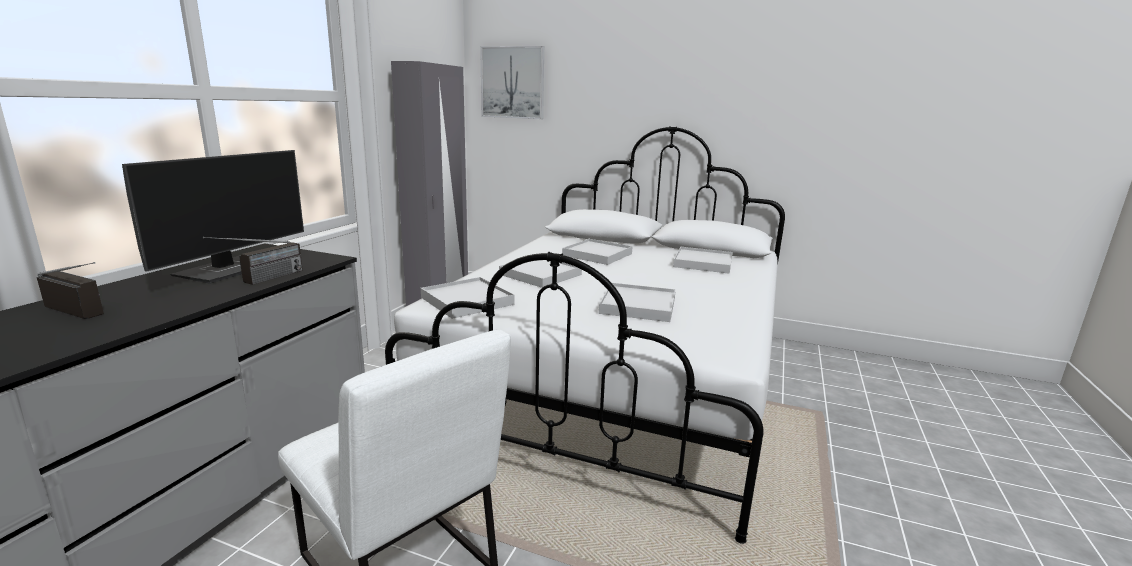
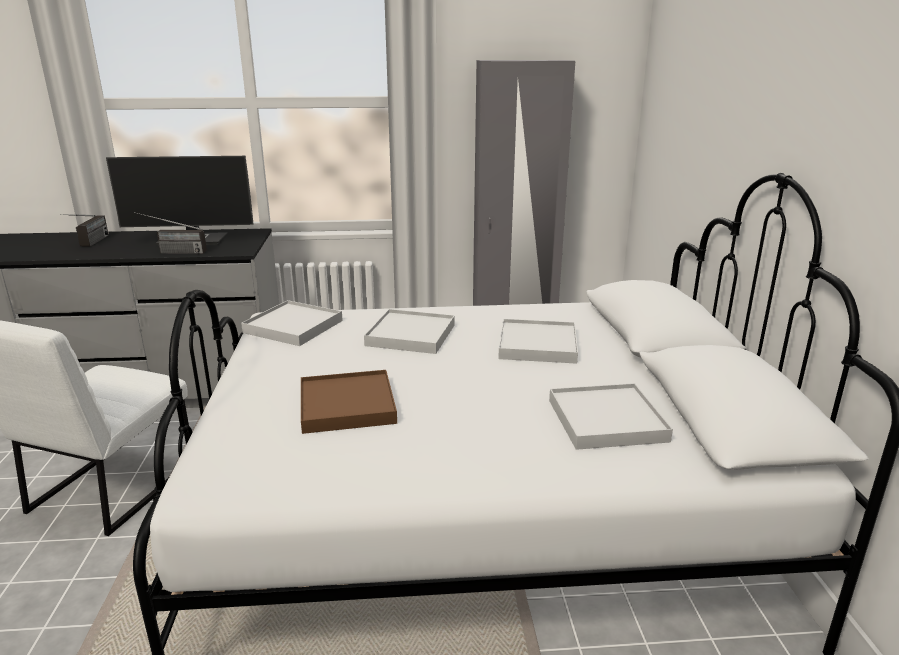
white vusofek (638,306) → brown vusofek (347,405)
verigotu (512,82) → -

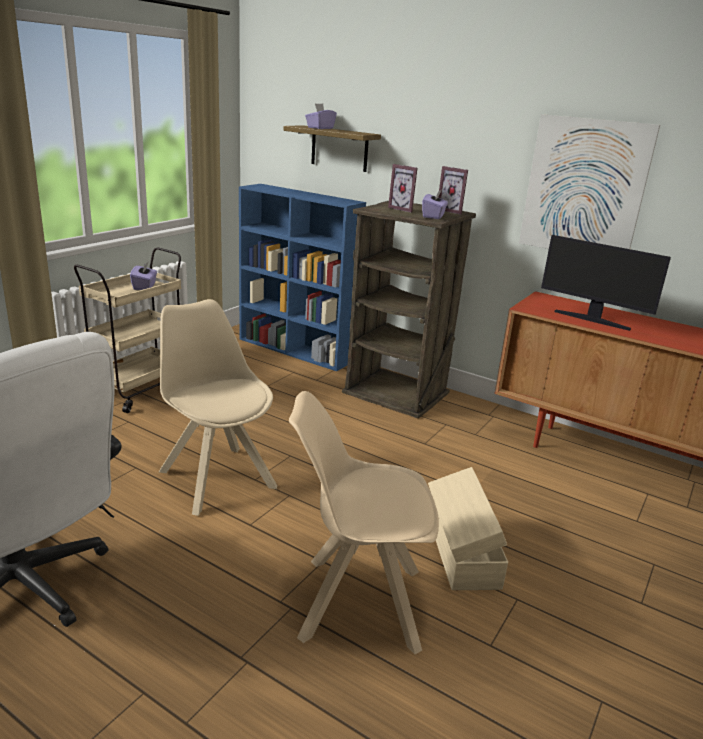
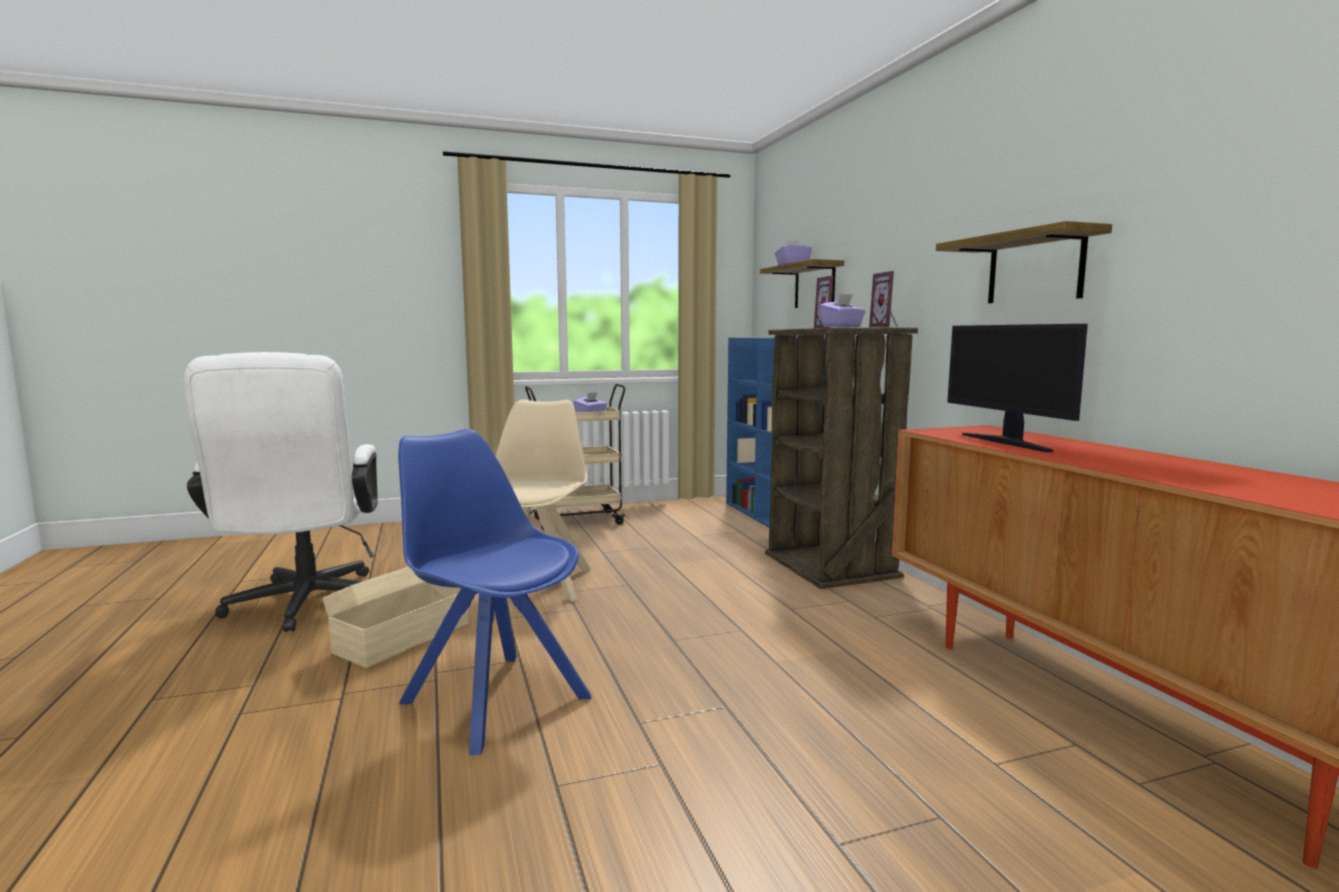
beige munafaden (461,553) → beige munafaden (400,638), moved
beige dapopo (357,602) → blue dapopo (493,698)
verigotu (584,188) → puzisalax (1035,268)

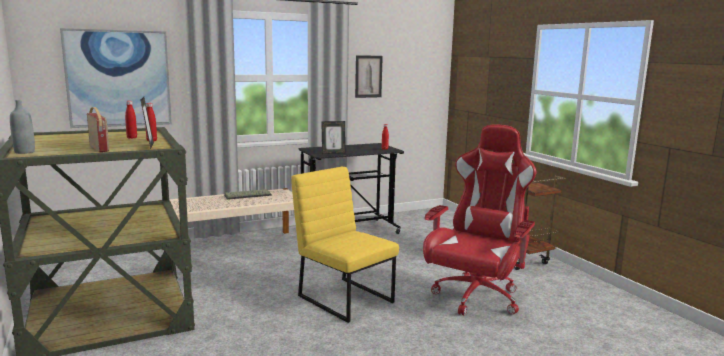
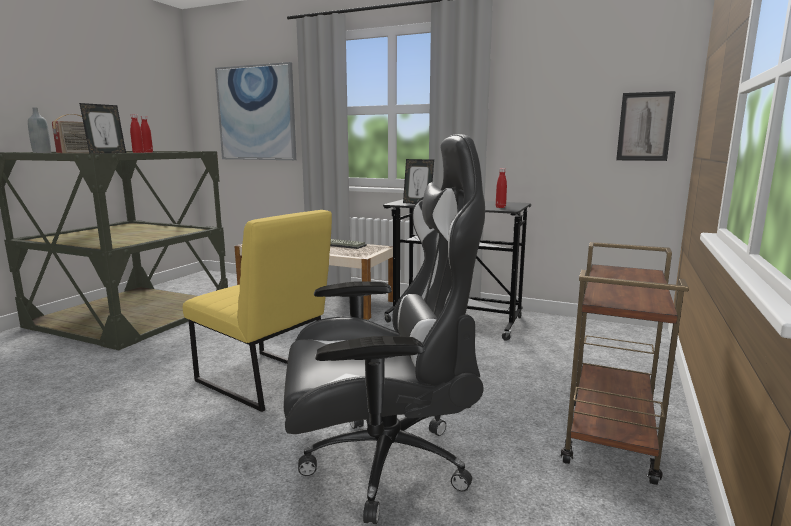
yellow dapopo (344,297) → yellow dapopo (264,380), 120 degrees clockwise
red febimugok (475,300) → black febimugok (376,466)
verigotu (368,76) → verigotu (644,126), moved

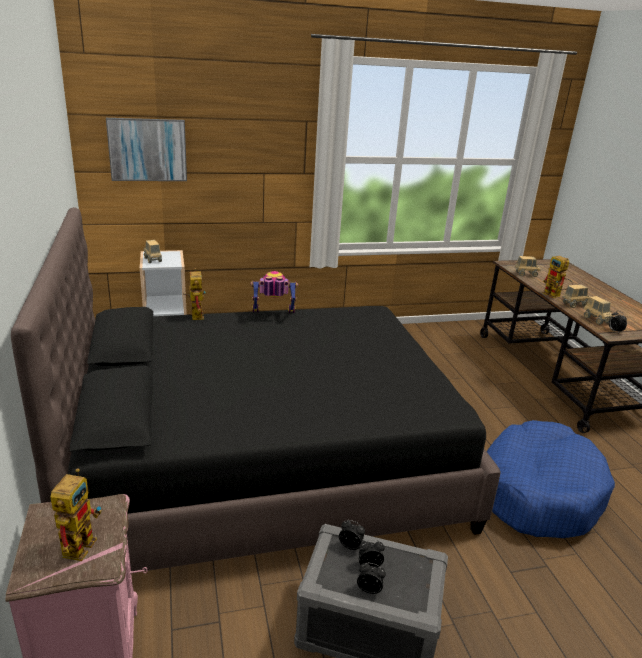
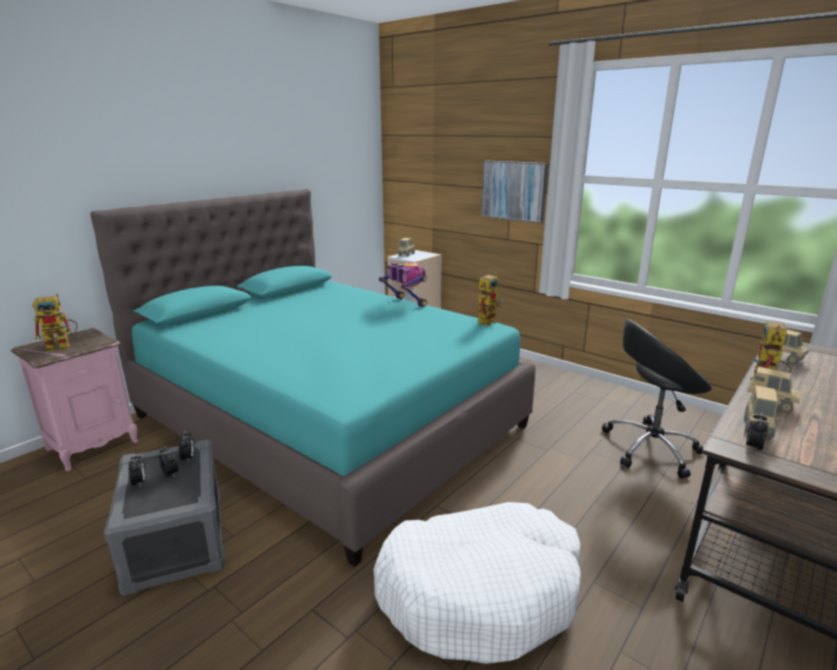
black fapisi (264,462) → turquoise fapisi (329,420)
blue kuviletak (539,492) → white kuviletak (480,592)
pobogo (195,314) → pobogo (488,320), moved
verigotu (147,150) → verigotu (513,190), moved
- → black febimugok (648,448)

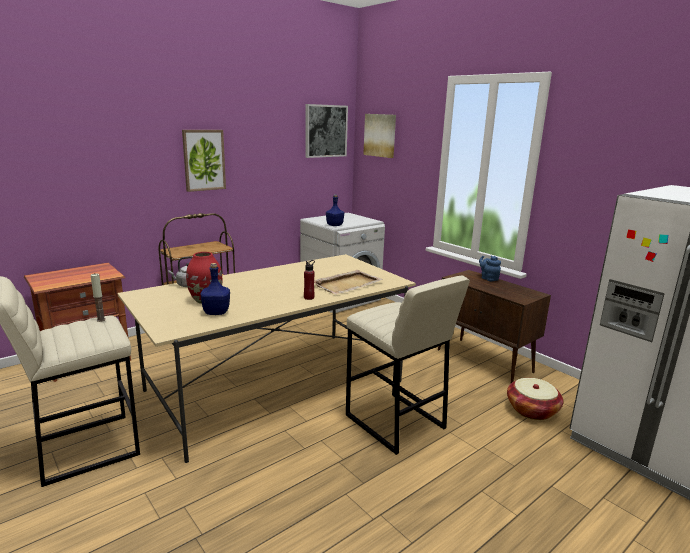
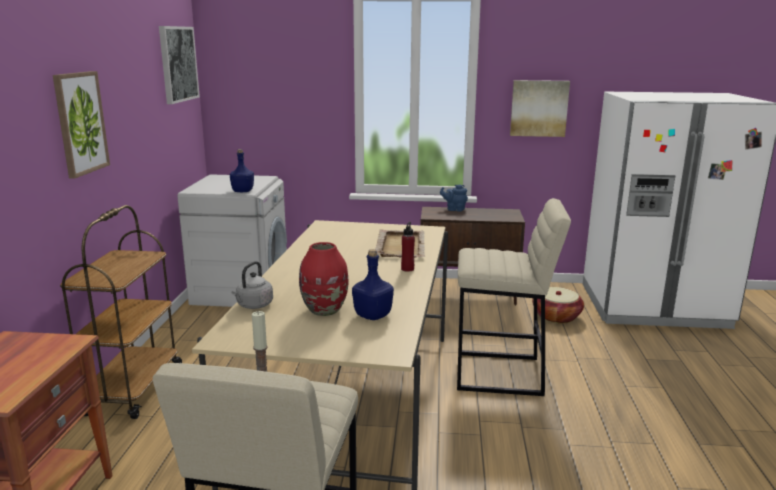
verigotu (380,135) → verigotu (539,108), moved

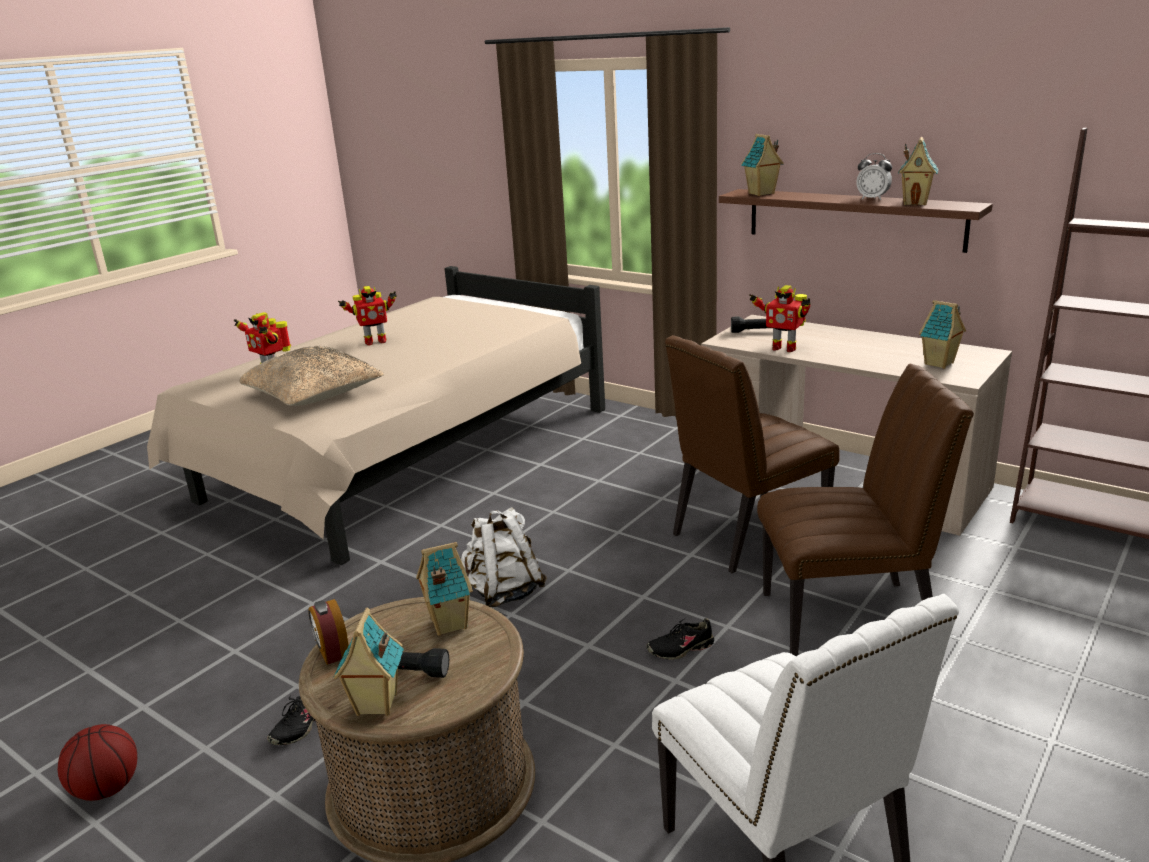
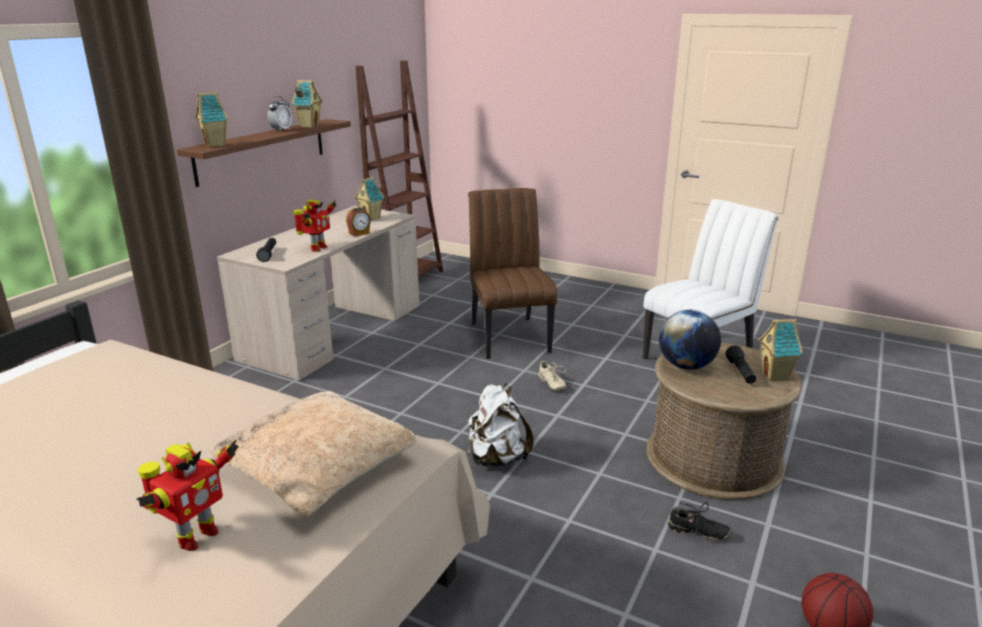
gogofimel (332,651) → gogofimel (359,233), moved
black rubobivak (680,648) → beige rubobivak (551,384)
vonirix (448,624) → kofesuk (686,366)
pobogo (374,342) → -
brown dapopo (749,533) → -

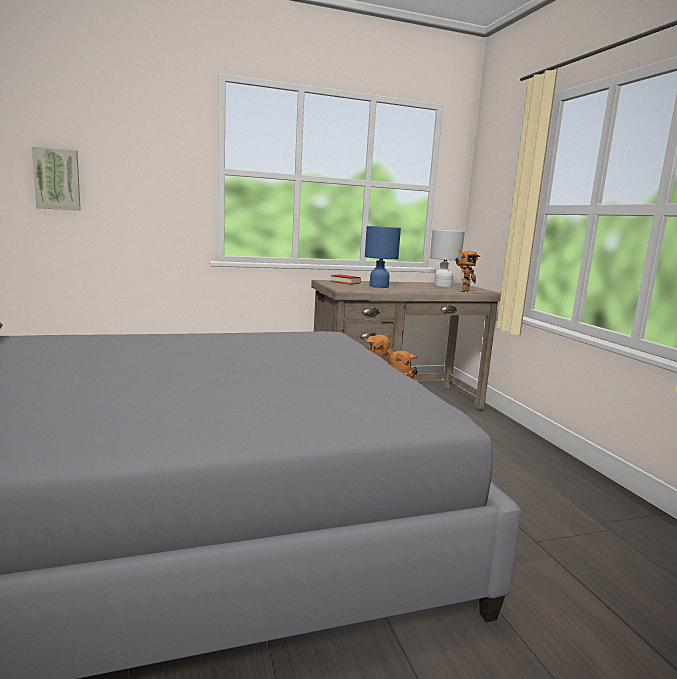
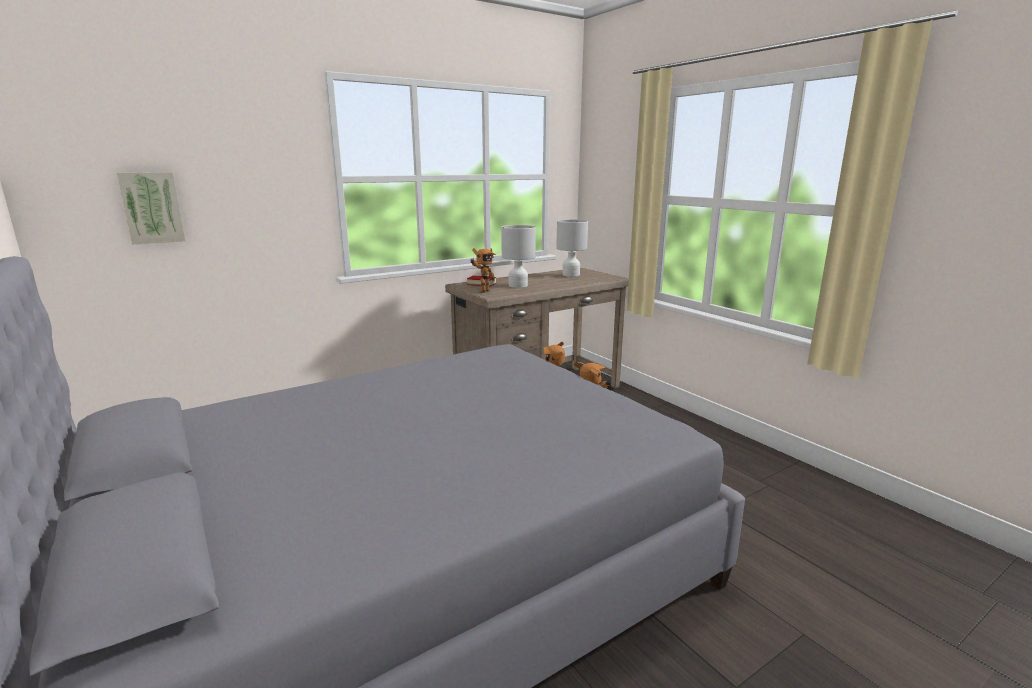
pobogo (463,291) → pobogo (483,291), moved
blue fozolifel (379,286) → grey fozolifel (518,285)

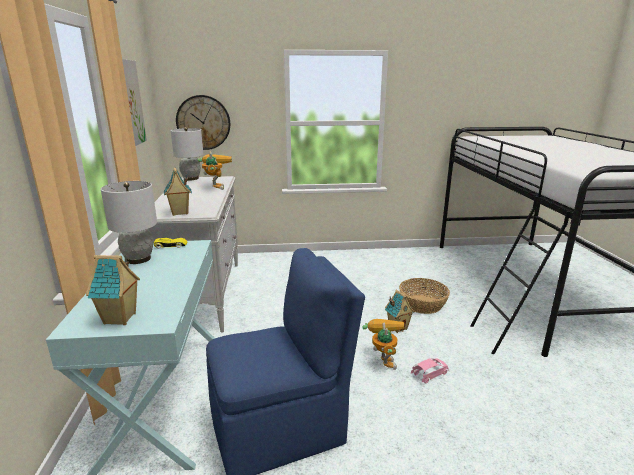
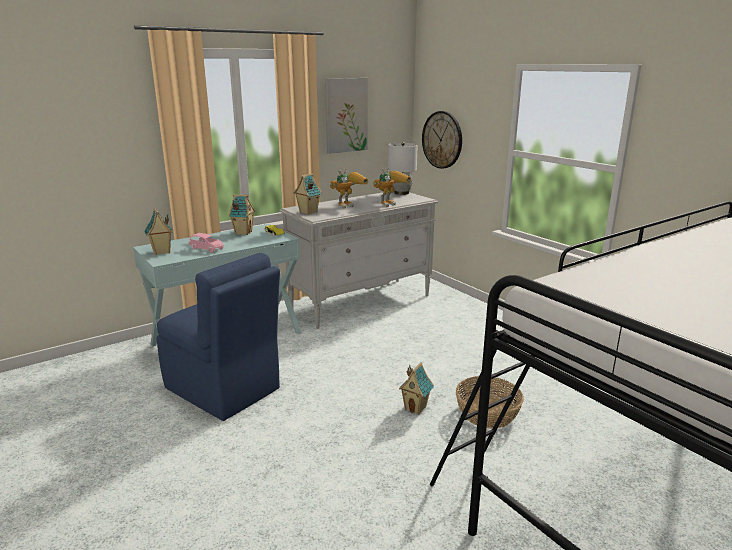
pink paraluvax (429,374) → pink paraluvax (207,249), moved
white fozolifel (138,259) → vonirix (243,233)
pobogo (382,359) → pobogo (349,205), moved

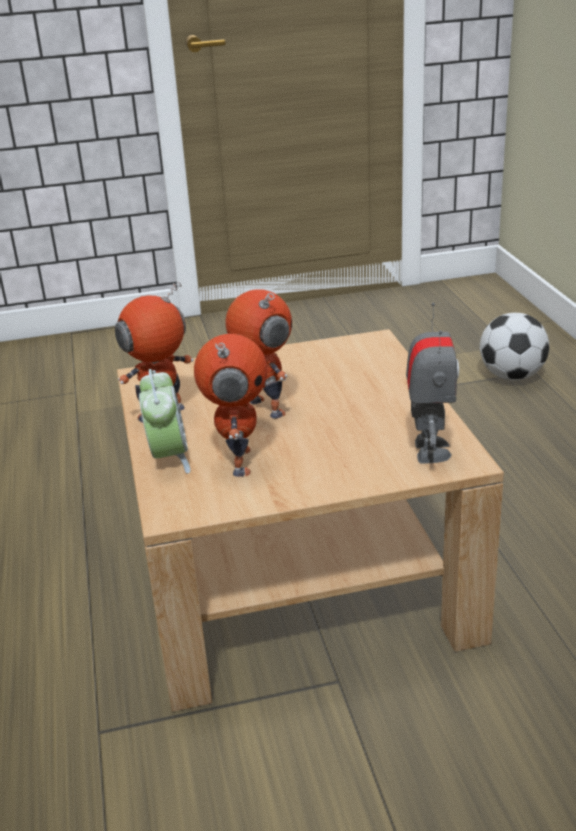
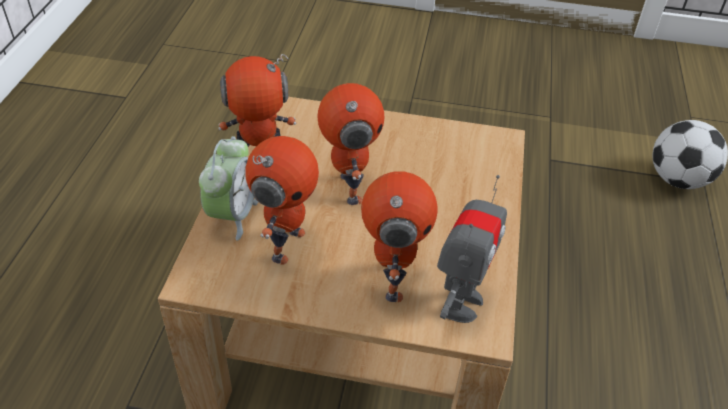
- → pobogo (391,280)

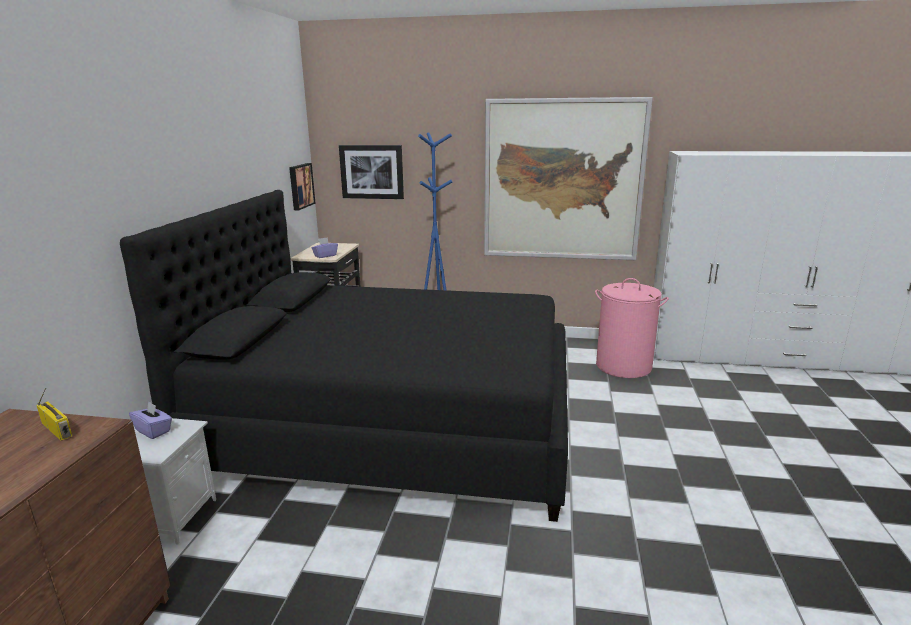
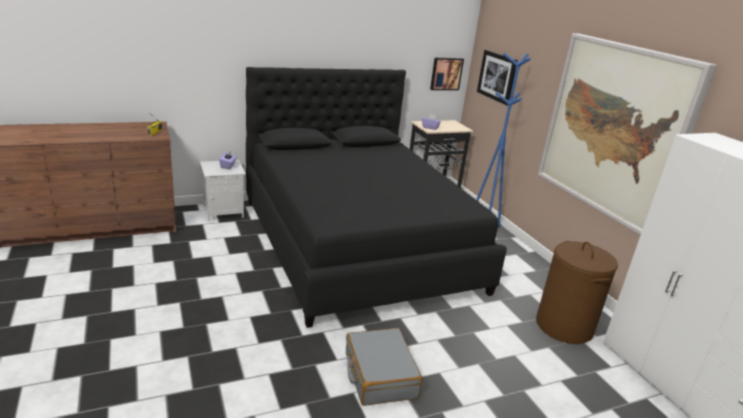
- → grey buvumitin (379,375)
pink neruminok (623,366) → brown neruminok (564,326)

